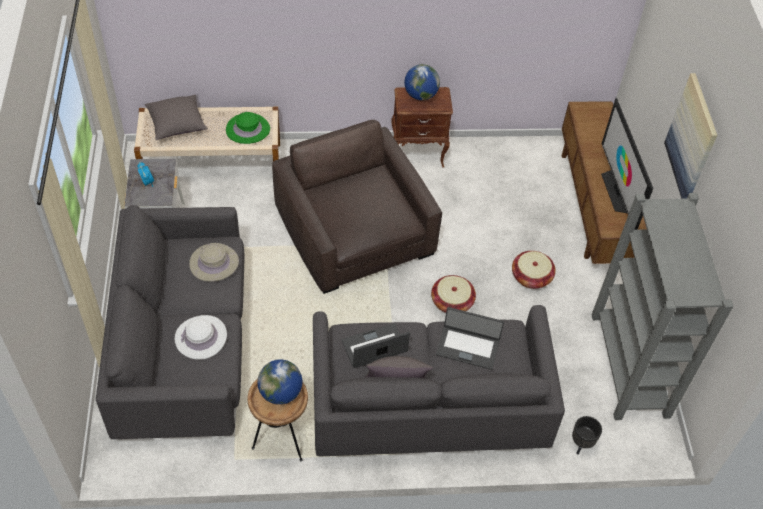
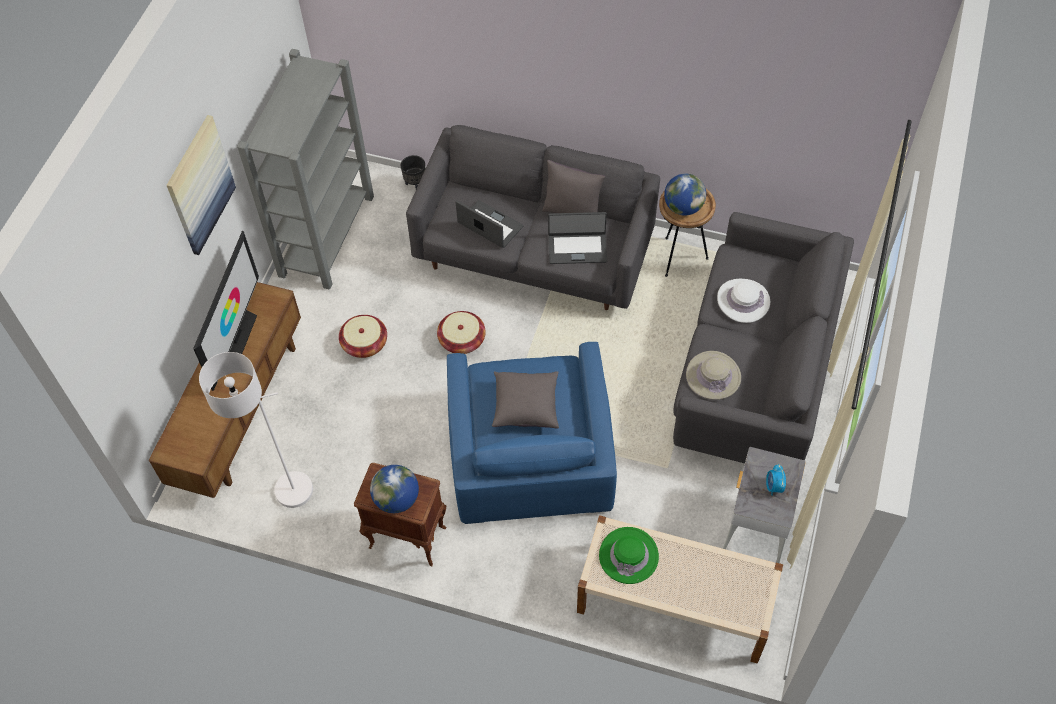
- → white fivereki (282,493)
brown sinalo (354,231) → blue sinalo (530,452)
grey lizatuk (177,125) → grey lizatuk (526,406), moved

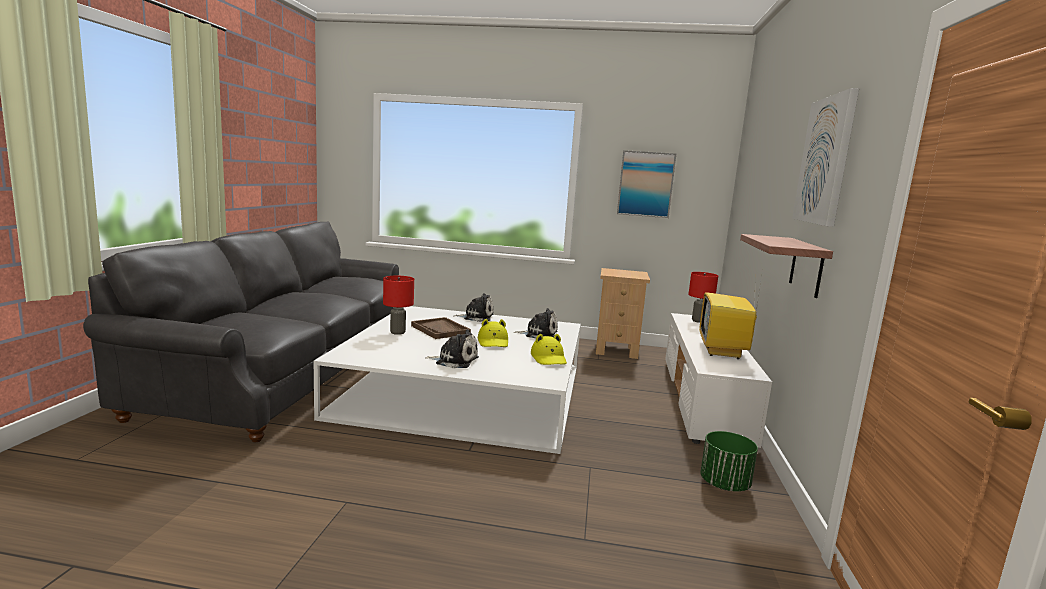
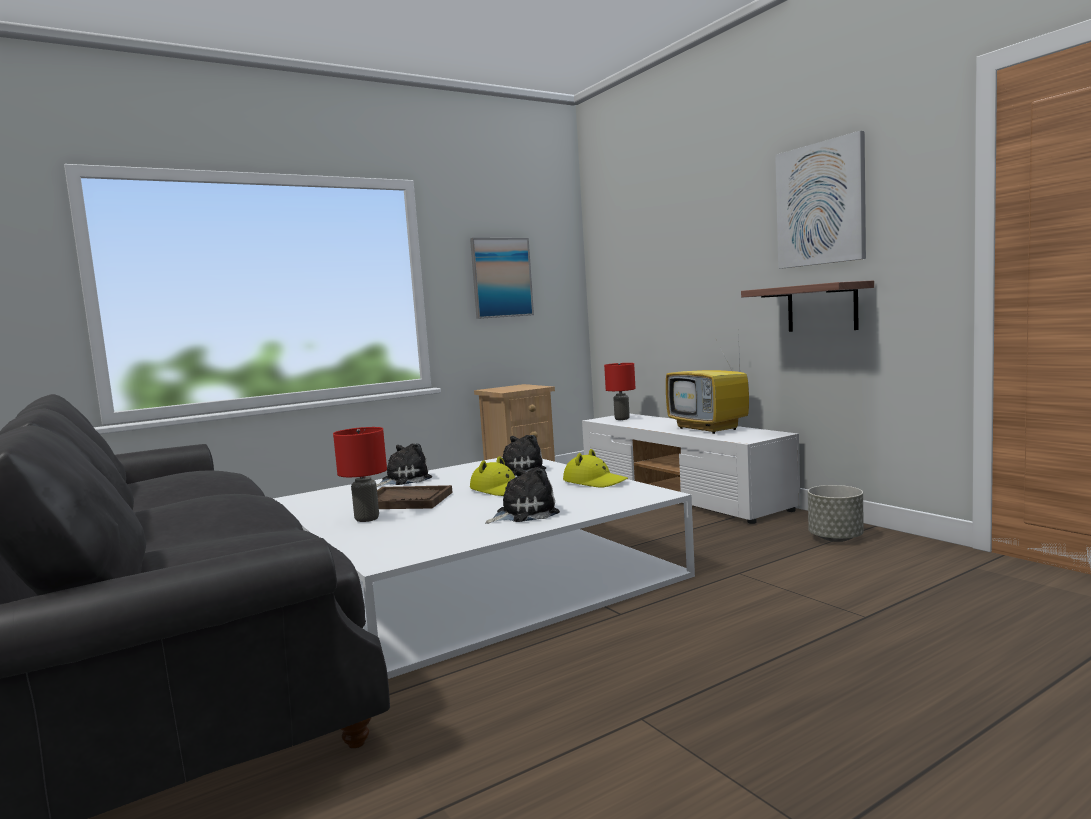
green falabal (725,485) → grey falabal (836,538)

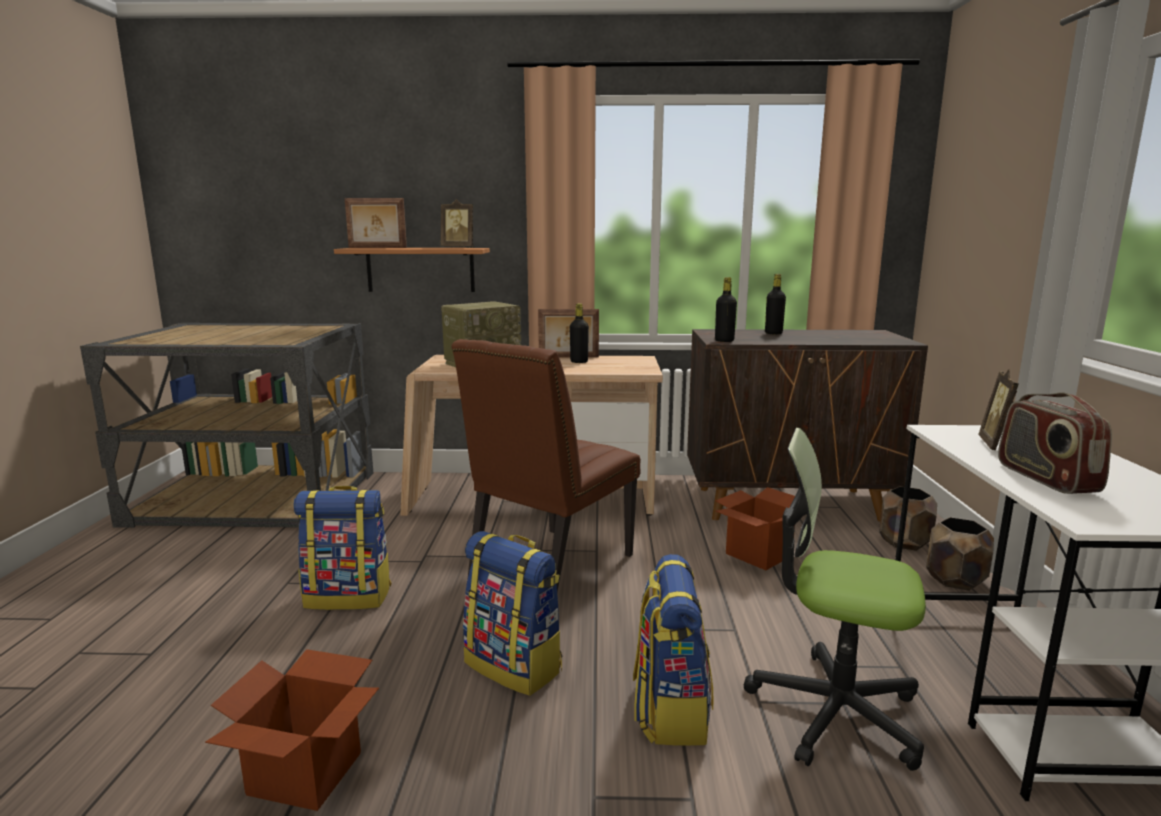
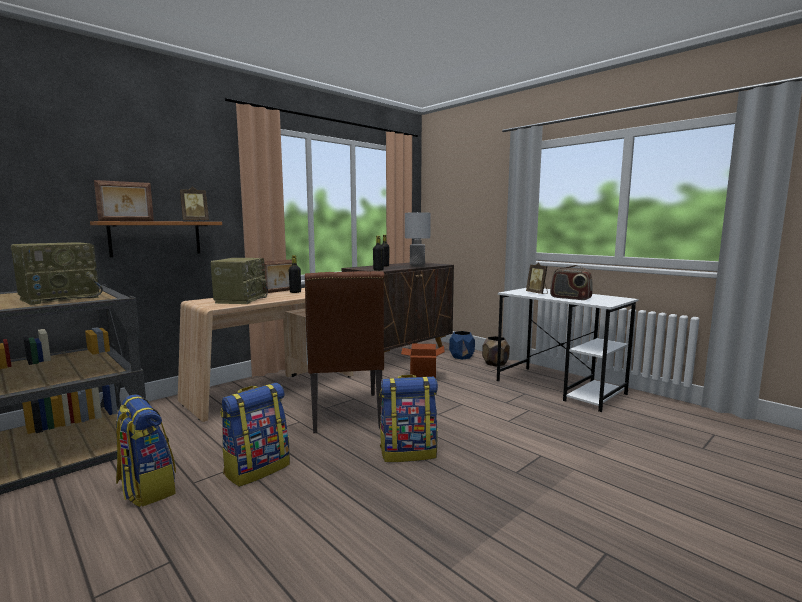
- → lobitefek (61,298)
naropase (670,710) → naropase (146,488), moved
- → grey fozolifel (417,266)
brown falabal (905,542) → blue falabal (462,357)
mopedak (304,774) → -
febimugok (834,711) → -

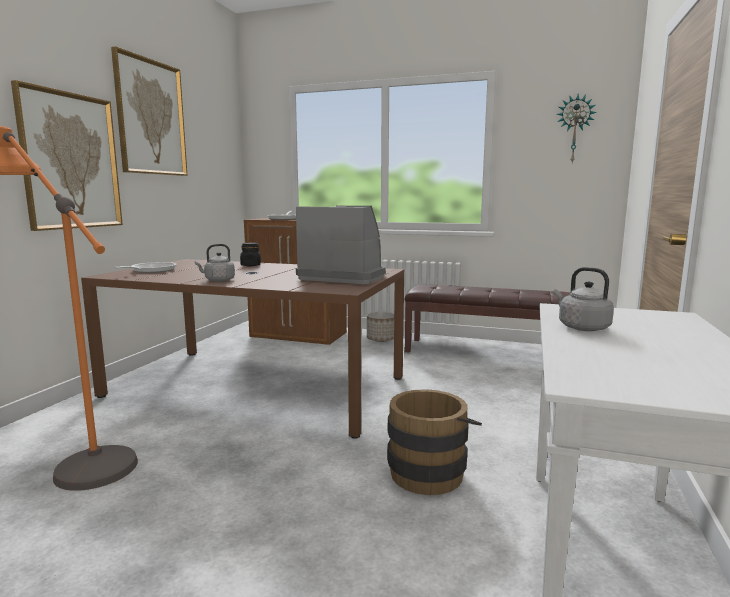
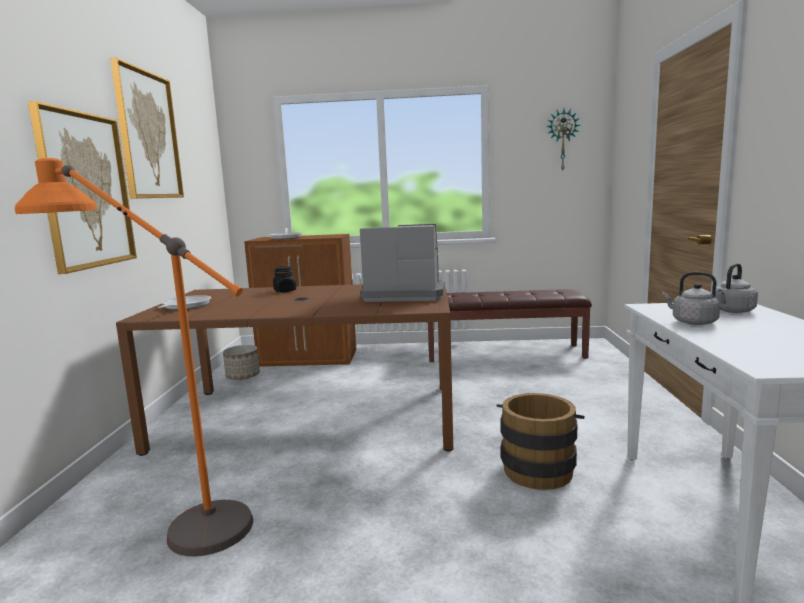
falabal (381,339) → falabal (243,376), moved
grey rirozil (218,280) → grey rirozil (732,311), moved

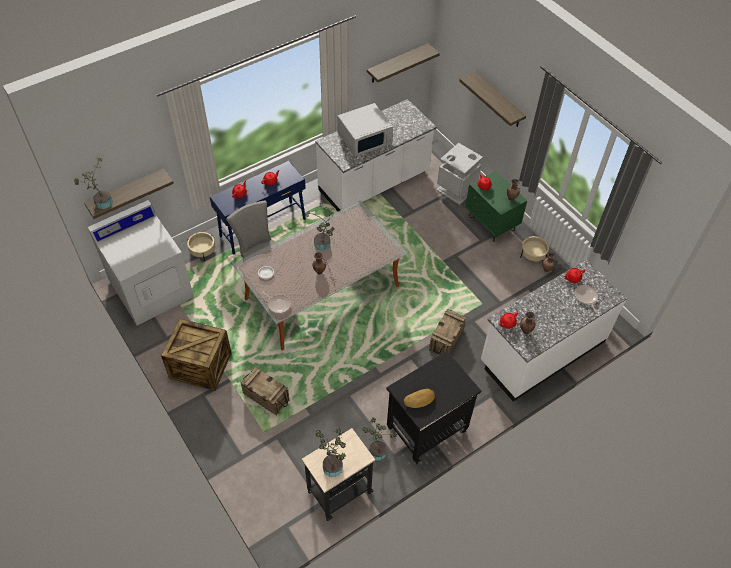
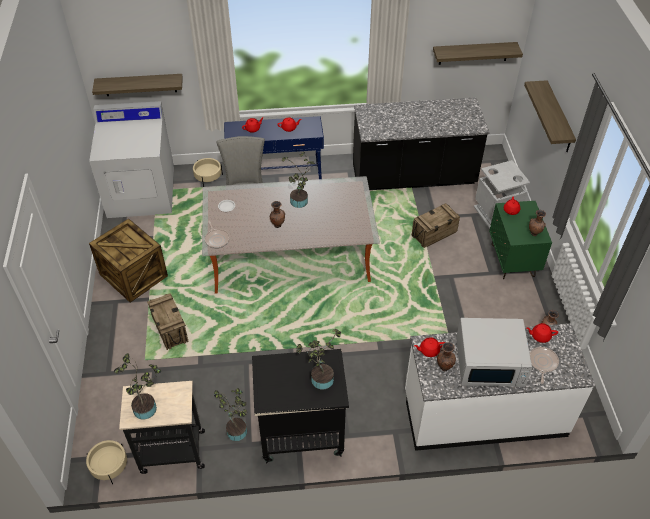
beige falabal (533,254) → beige falabal (109,466), moved
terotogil (101,203) → terotogil (319,379), moved
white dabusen (374,182) → black dabusen (413,176)
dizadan (446,340) → dizadan (434,234), moved
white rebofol (365,138) → white rebofol (490,362), moved
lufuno (419,400) → -

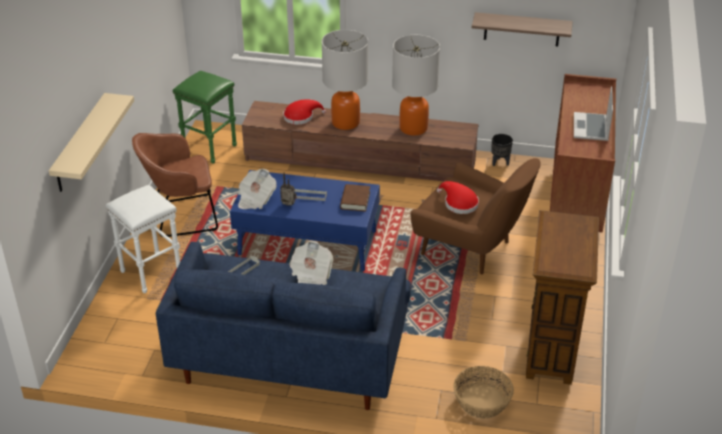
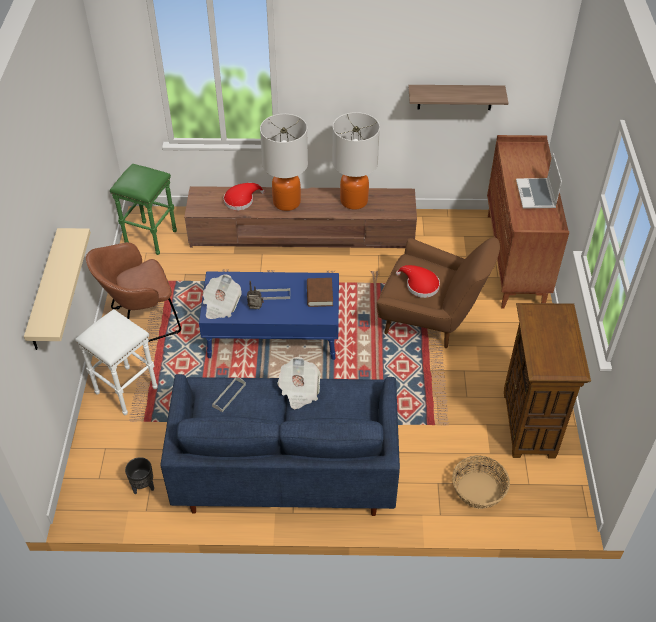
black falabal (500,163) → black falabal (144,487), moved

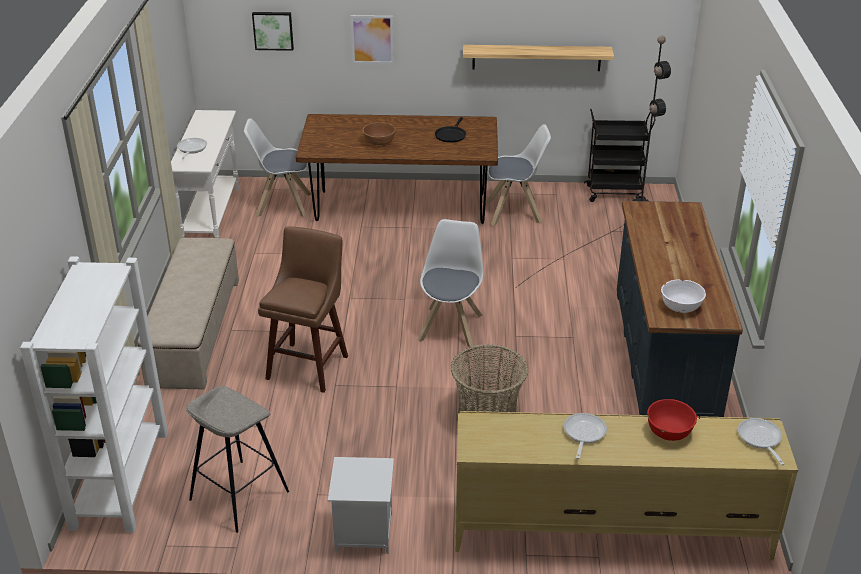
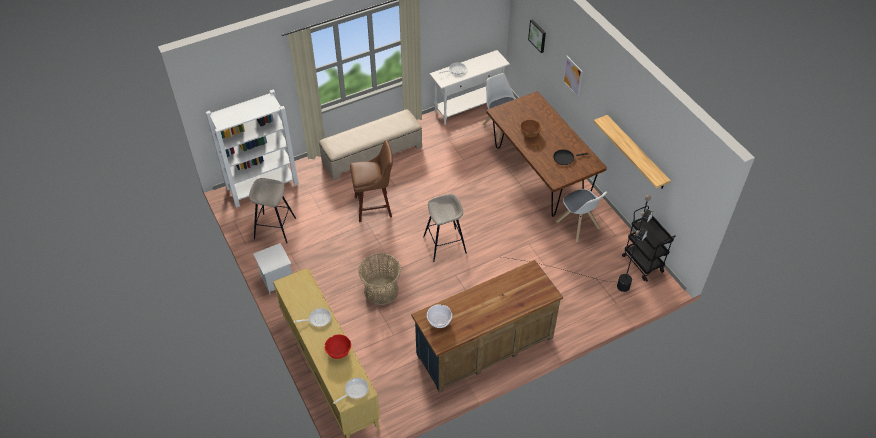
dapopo (451,326) → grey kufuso (445,245)

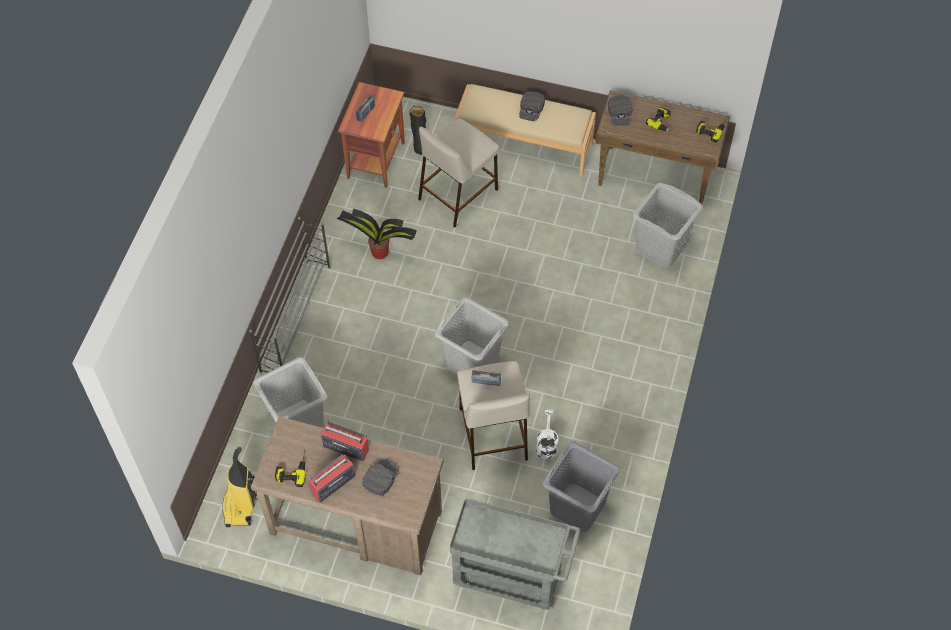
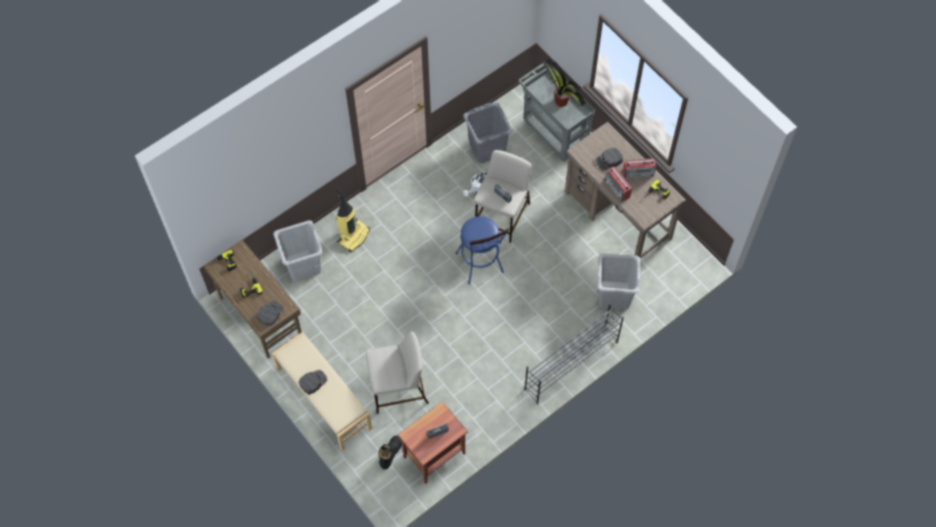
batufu (241,506) → batufu (353,236), moved
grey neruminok (472,362) → blue kufuso (481,266)
terotogil (379,252) → terotogil (561,102), moved

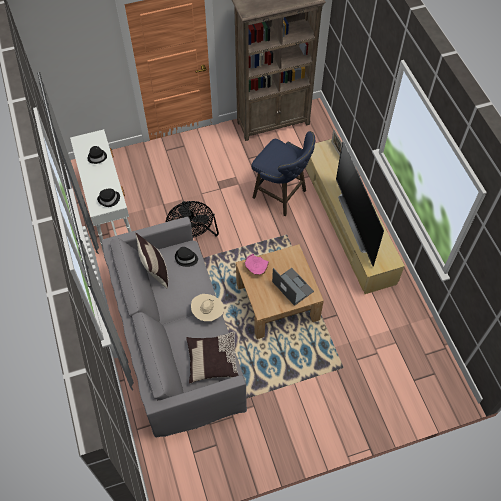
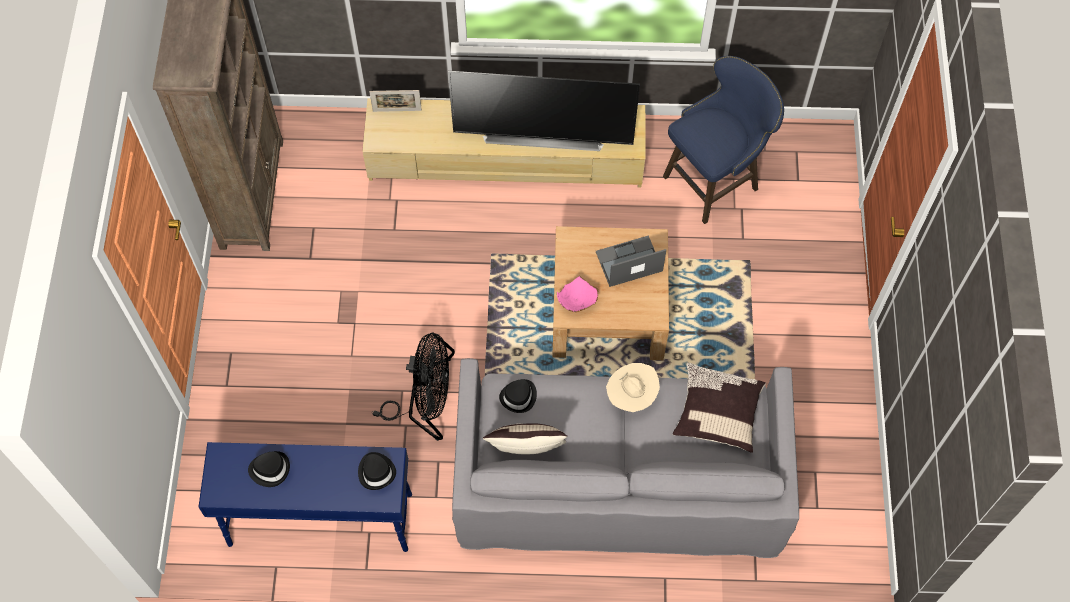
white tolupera (110,211) → blue tolupera (320,518)
blue kufuso (281,195) → blue kufuso (714,180), moved

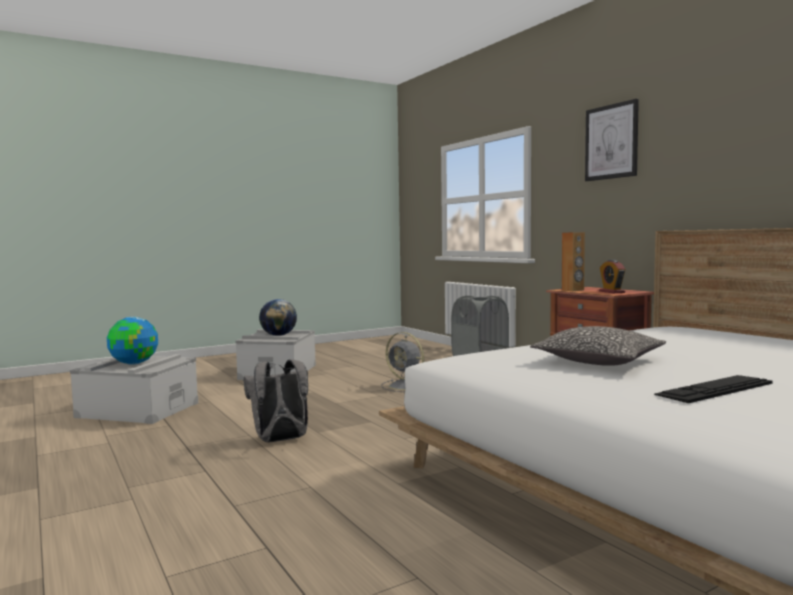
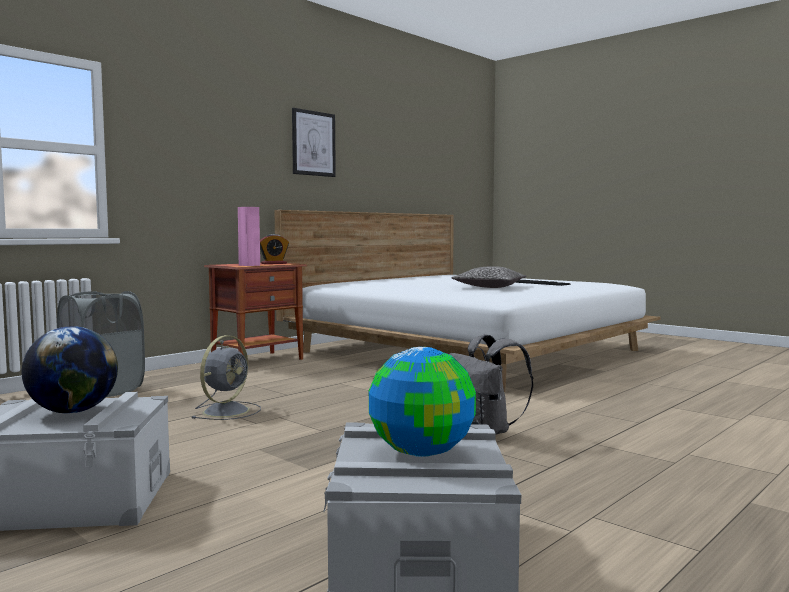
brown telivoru (573,290) → pink telivoru (249,265)
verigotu (611,142) → verigotu (313,143), moved

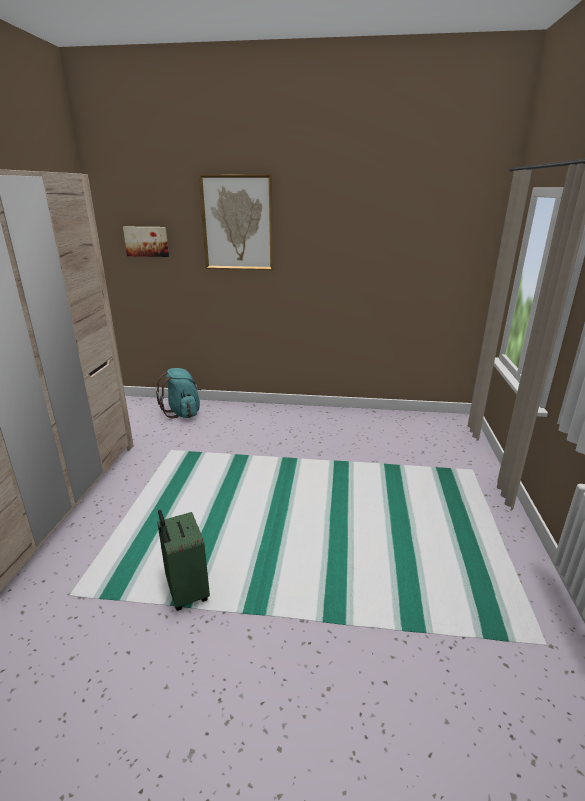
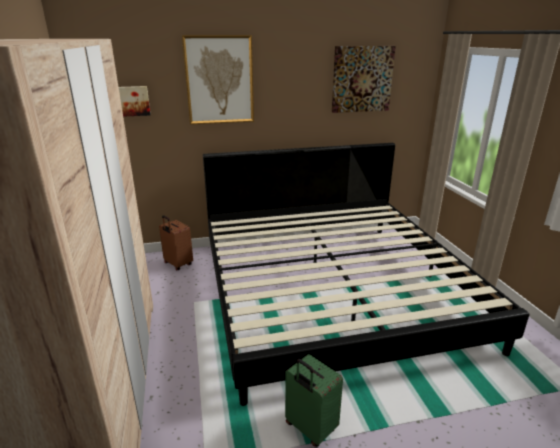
turquoise naropase (183,413) → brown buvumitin (177,264)
- → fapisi (332,291)
- → verigotu (362,79)

